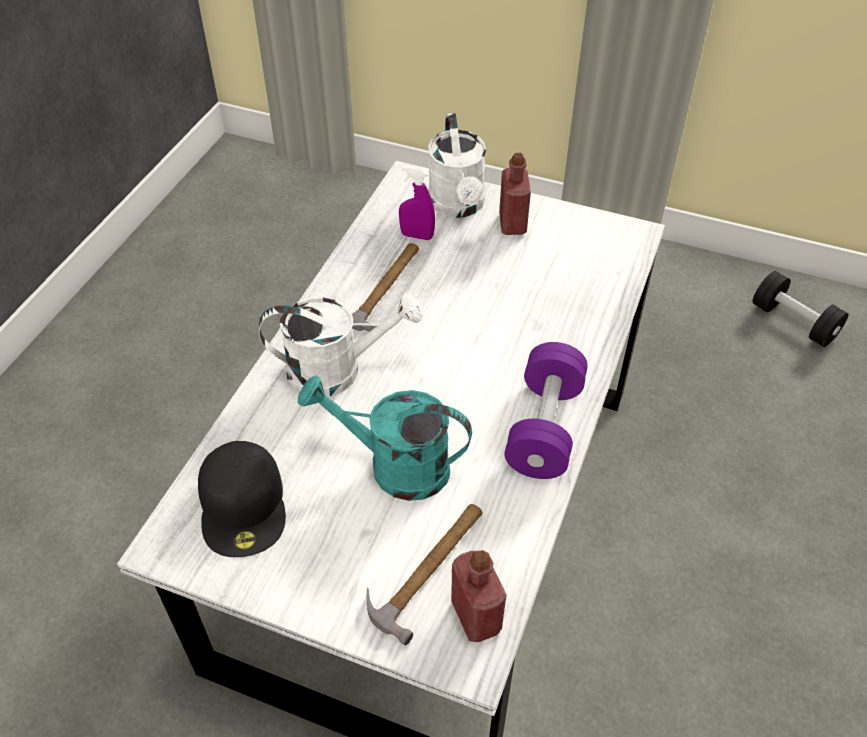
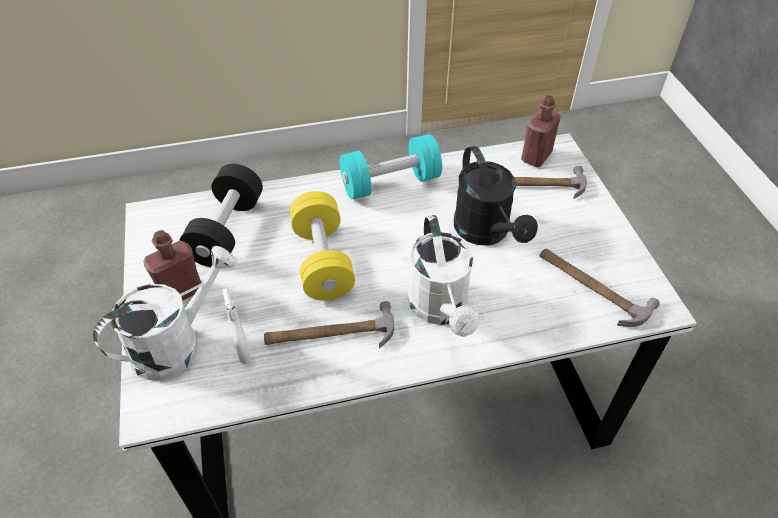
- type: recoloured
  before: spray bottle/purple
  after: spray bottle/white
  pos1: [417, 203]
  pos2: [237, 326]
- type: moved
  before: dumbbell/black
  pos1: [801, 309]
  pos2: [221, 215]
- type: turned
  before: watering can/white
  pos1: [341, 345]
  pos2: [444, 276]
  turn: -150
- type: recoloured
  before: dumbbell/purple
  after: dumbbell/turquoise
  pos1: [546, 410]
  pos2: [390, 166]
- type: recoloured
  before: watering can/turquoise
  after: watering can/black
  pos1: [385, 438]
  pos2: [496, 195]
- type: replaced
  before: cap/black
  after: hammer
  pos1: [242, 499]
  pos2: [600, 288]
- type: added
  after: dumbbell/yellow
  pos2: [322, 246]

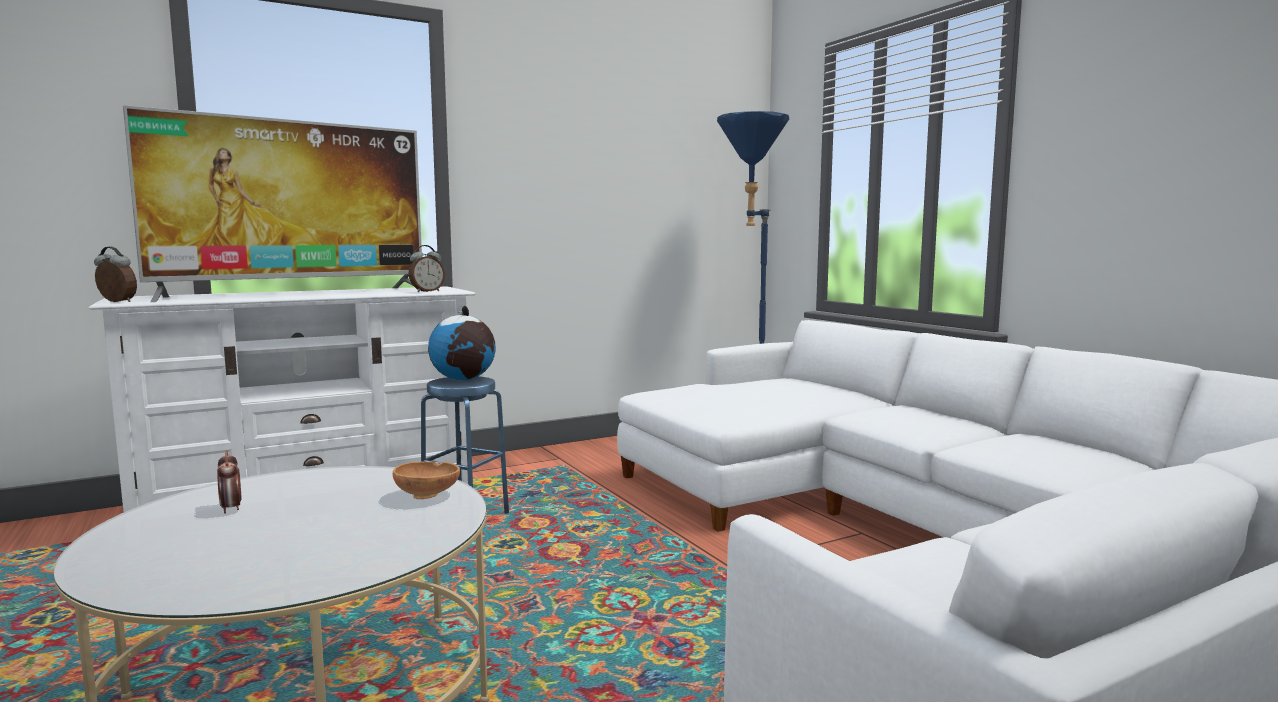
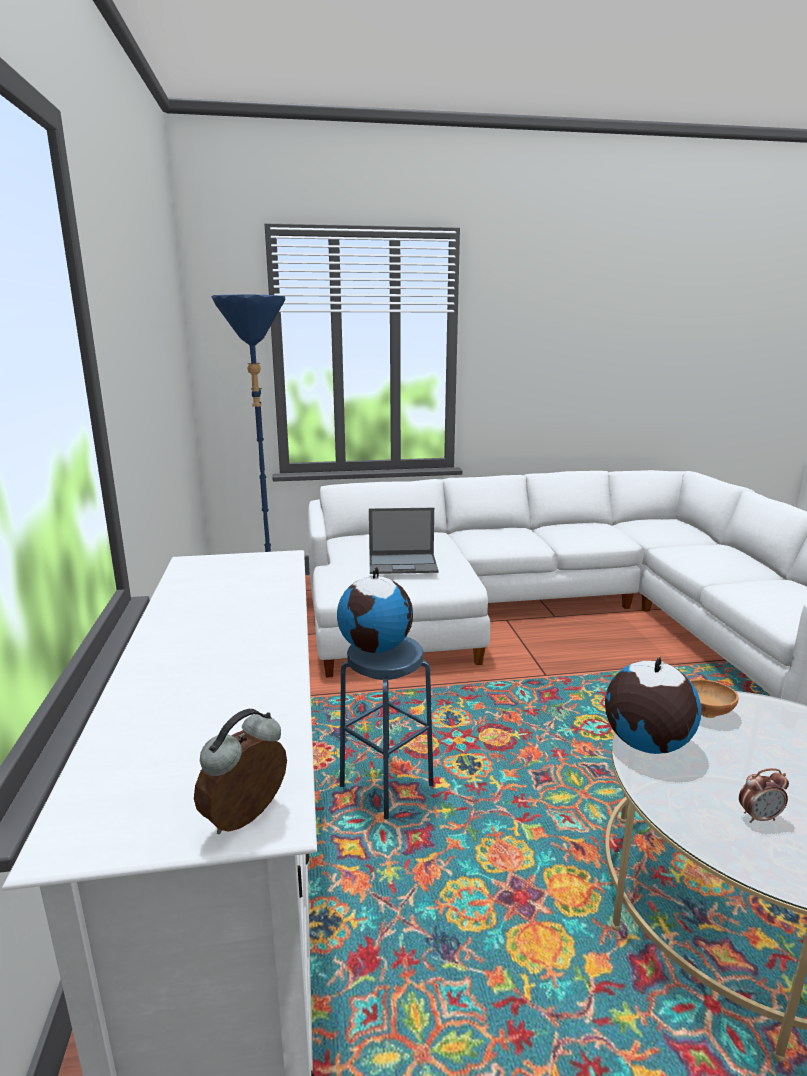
- type: removed
  before: television
  pos1: [272, 203]
- type: removed
  before: alarm clock
  pos1: [426, 268]
- type: added
  after: laptop
  pos2: [403, 541]
- type: added
  after: globe
  pos2: [653, 705]

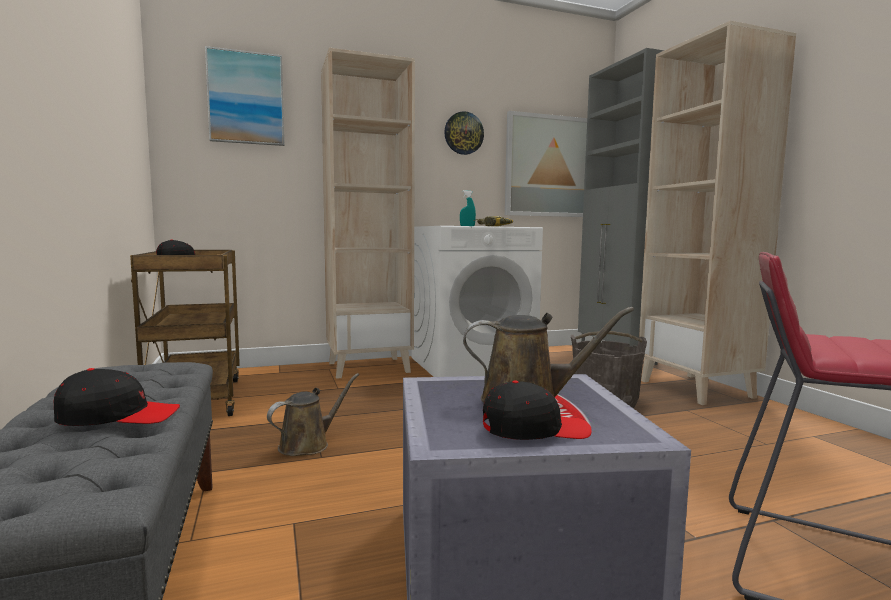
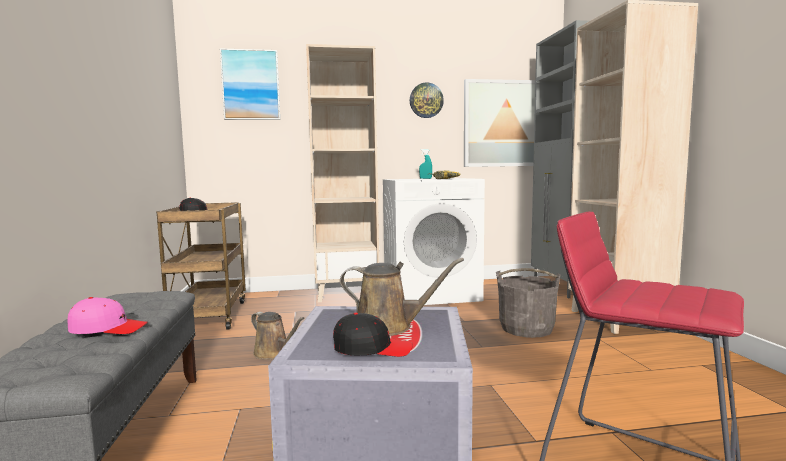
- type: recoloured
  before: cap/black
  after: cap/pink
  pos1: [117, 397]
  pos2: [108, 315]
- type: turned
  before: watering can/brown
  pos1: [313, 414]
  pos2: [278, 336]
  turn: 75

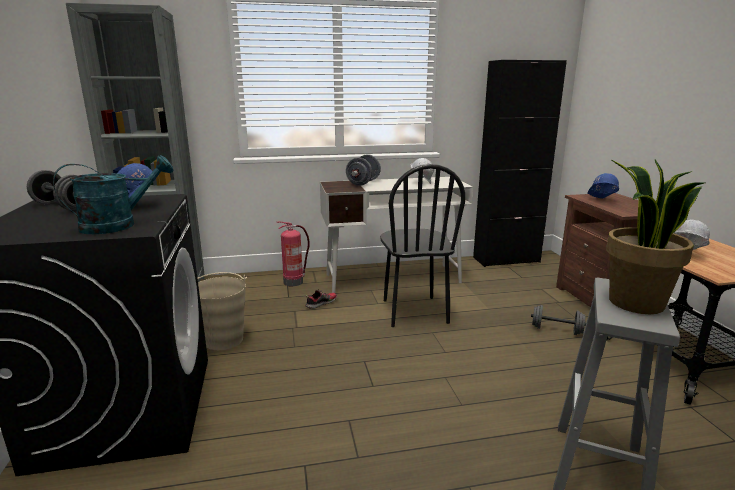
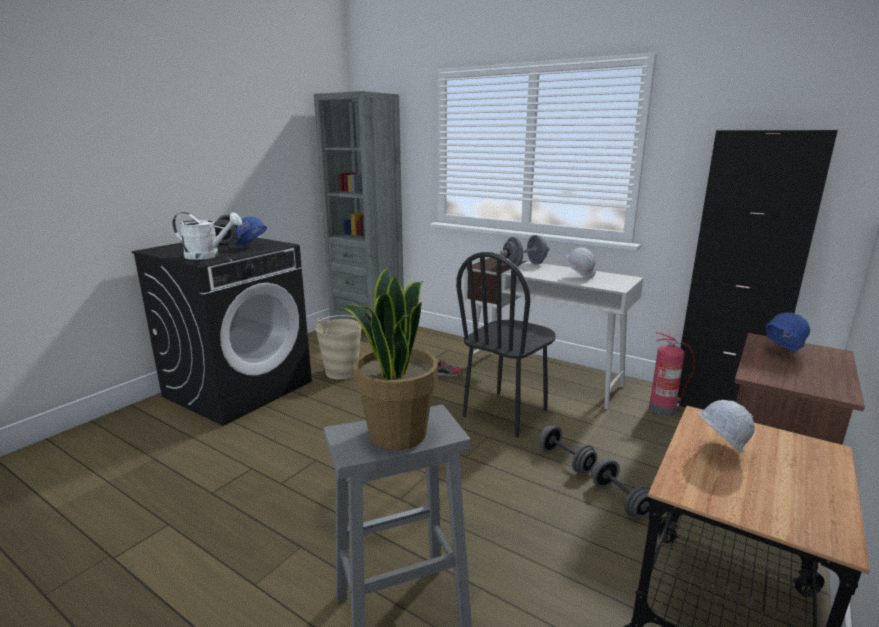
- type: recoloured
  before: watering can/turquoise
  after: watering can/white
  pos1: [113, 194]
  pos2: [207, 236]
- type: moved
  before: fire extinguisher
  pos1: [293, 253]
  pos2: [672, 374]
- type: added
  after: dumbbell/grey
  pos2: [568, 449]

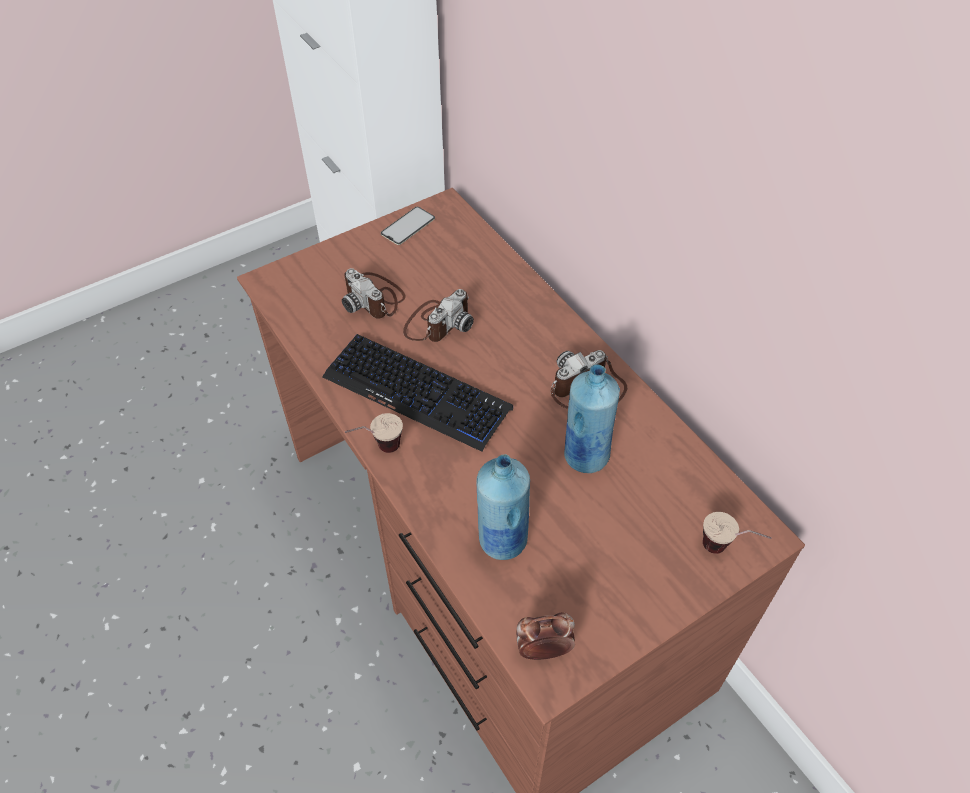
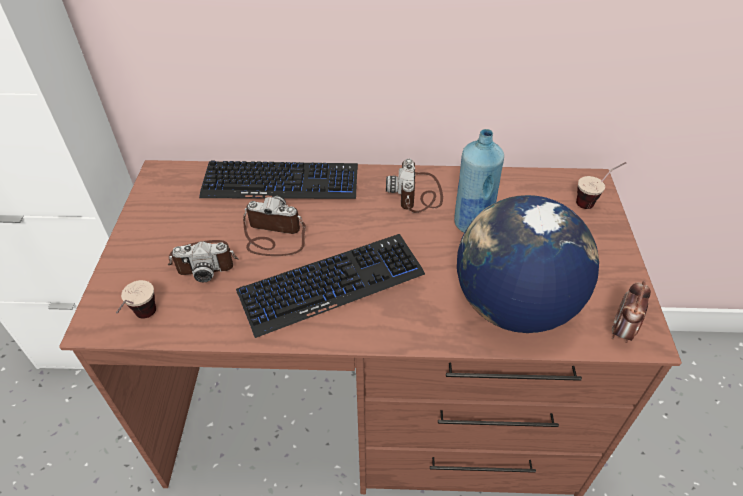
- type: removed
  before: phone
  pos1: [408, 226]
- type: turned
  before: photo camera
  pos1: [438, 315]
  pos2: [274, 226]
  turn: -60
- type: moved
  before: cup
  pos1: [374, 433]
  pos2: [136, 299]
- type: replaced
  before: bottle/blue
  after: globe
  pos1: [503, 507]
  pos2: [528, 264]
- type: added
  after: keyboard
  pos2: [278, 180]

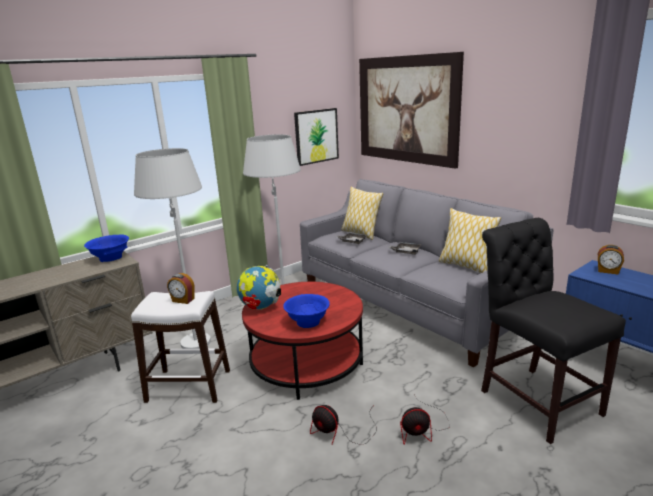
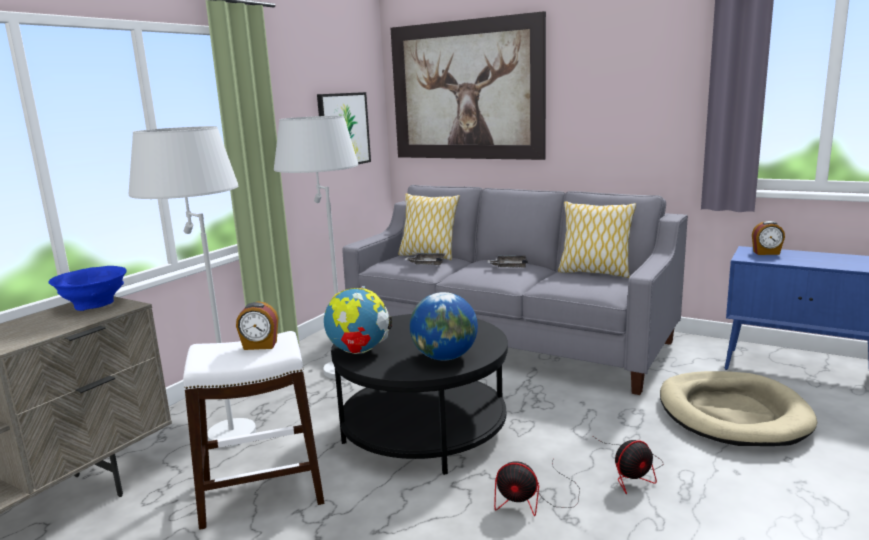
- type: replaced
  before: chair/black
  after: dog bed/beige
  pos1: [553, 331]
  pos2: [738, 408]
- type: recoloured
  before: coffee table/red
  after: coffee table/black
  pos1: [302, 341]
  pos2: [419, 394]
- type: replaced
  before: bowl/blue
  after: globe
  pos1: [306, 311]
  pos2: [444, 326]

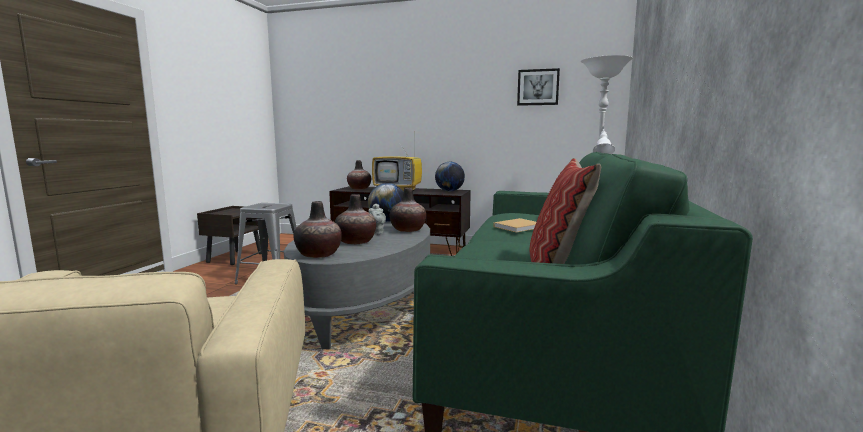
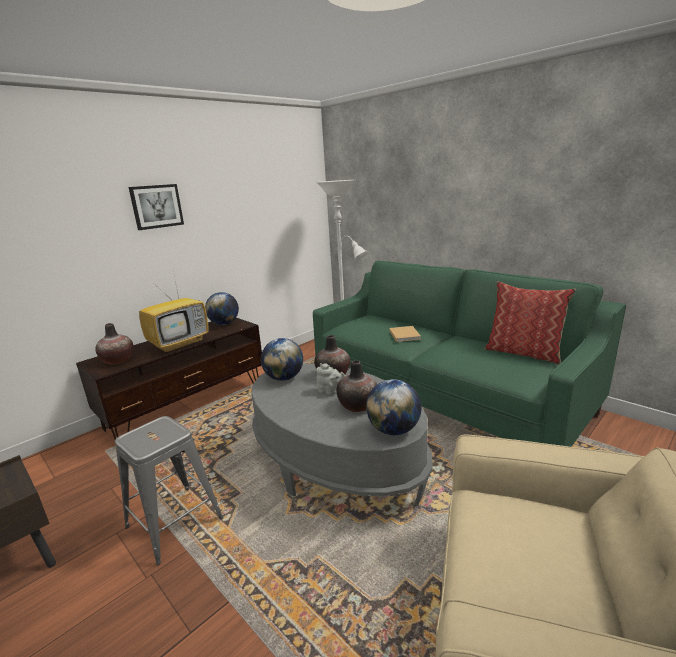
- type: moved
  before: picture
  pos1: [538, 87]
  pos2: [156, 207]
- type: replaced
  before: vase
  after: globe
  pos1: [318, 229]
  pos2: [393, 407]

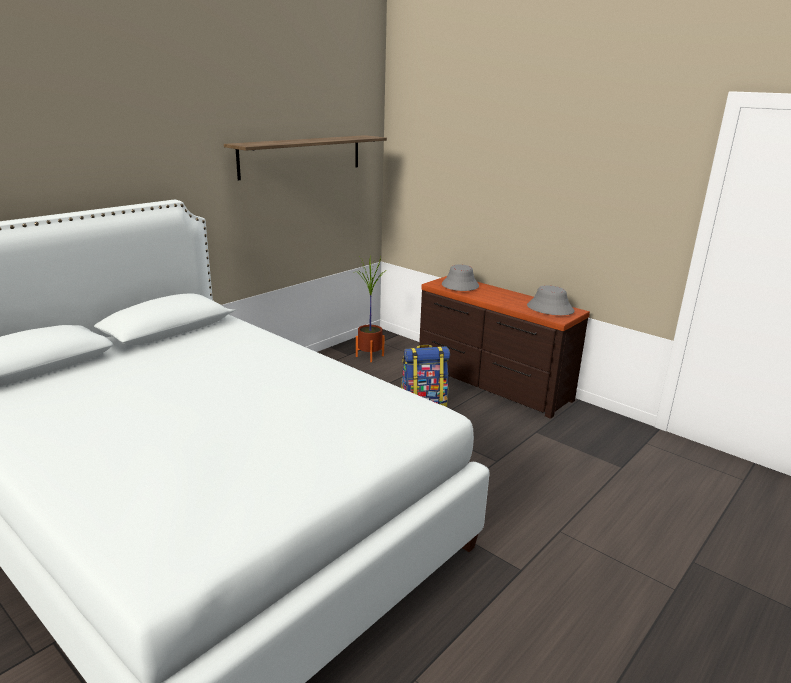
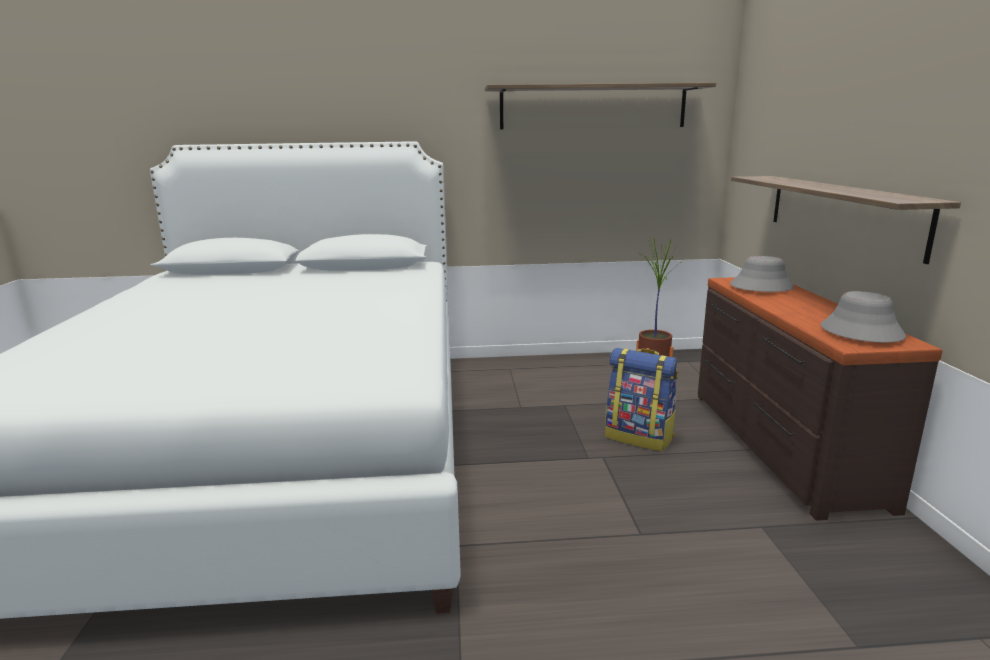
- type: added
  after: shelf
  pos2: [846, 220]

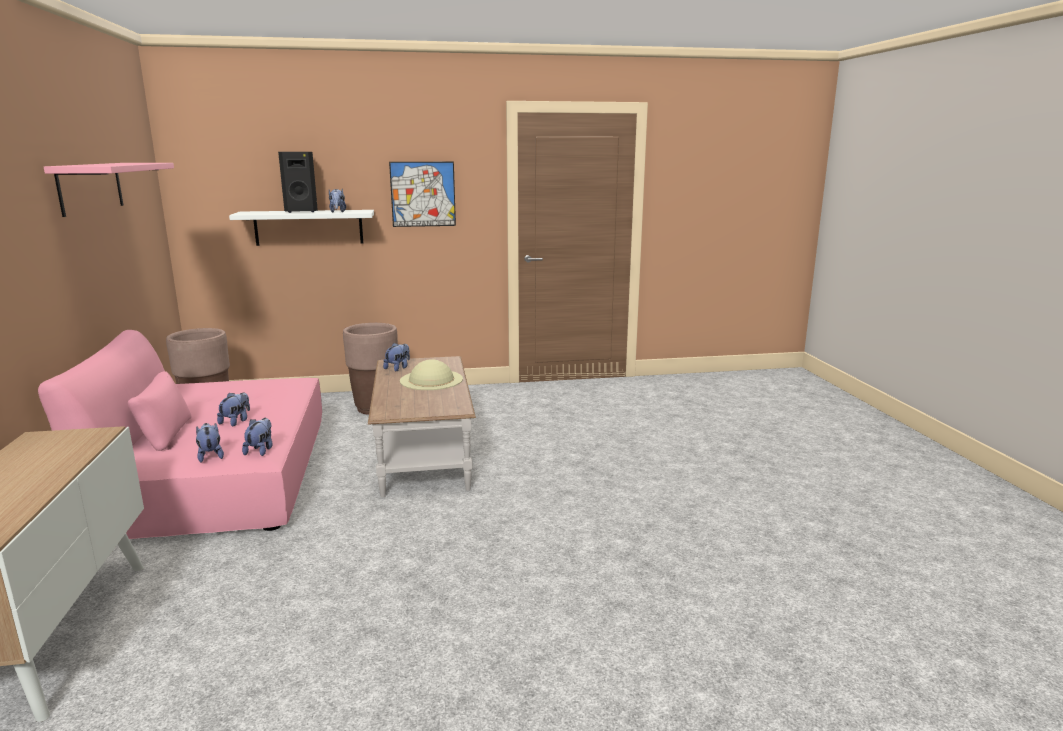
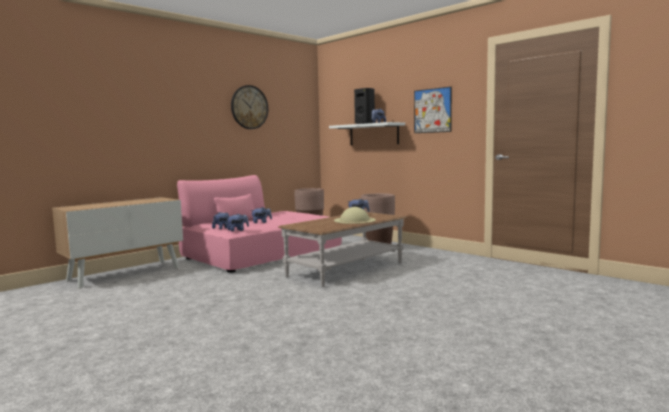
- type: replaced
  before: shelf/pink
  after: wall clock
  pos1: [109, 190]
  pos2: [249, 107]

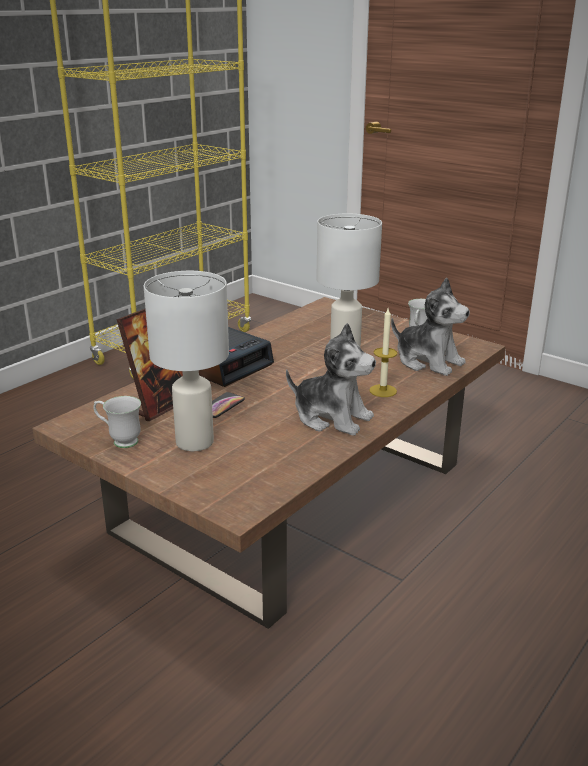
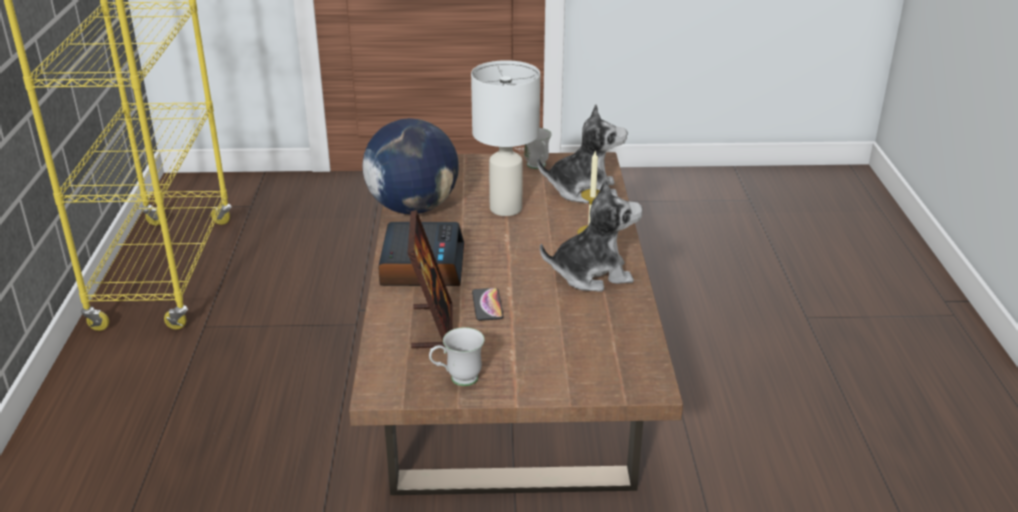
- type: removed
  before: table lamp/white
  pos1: [186, 361]
- type: added
  after: globe
  pos2: [410, 166]

